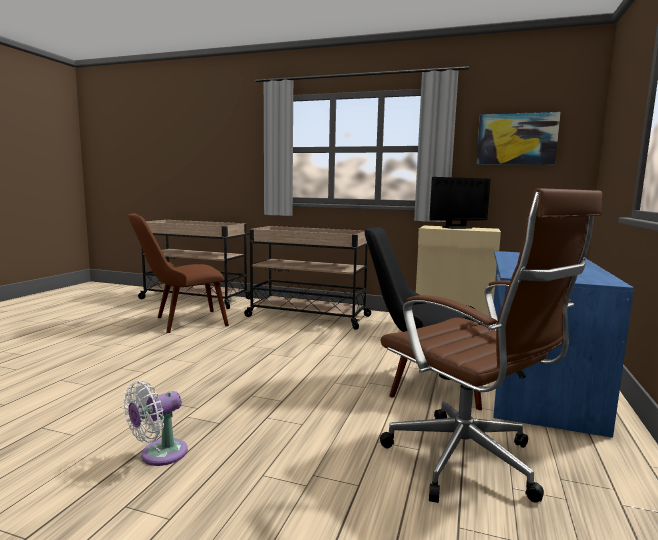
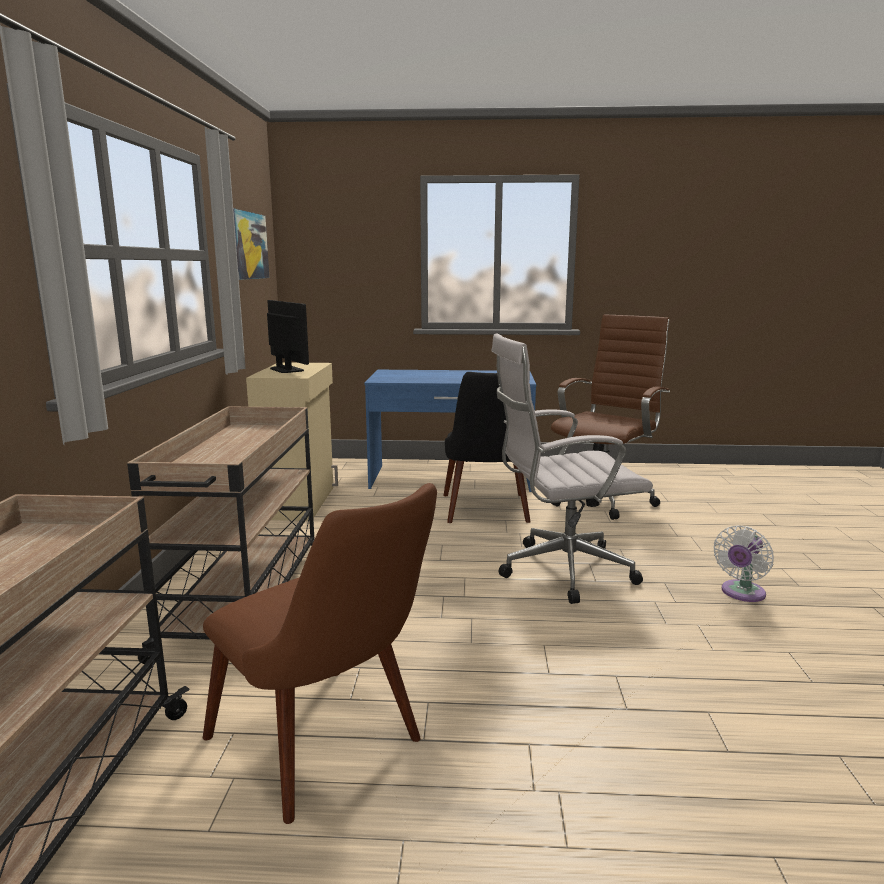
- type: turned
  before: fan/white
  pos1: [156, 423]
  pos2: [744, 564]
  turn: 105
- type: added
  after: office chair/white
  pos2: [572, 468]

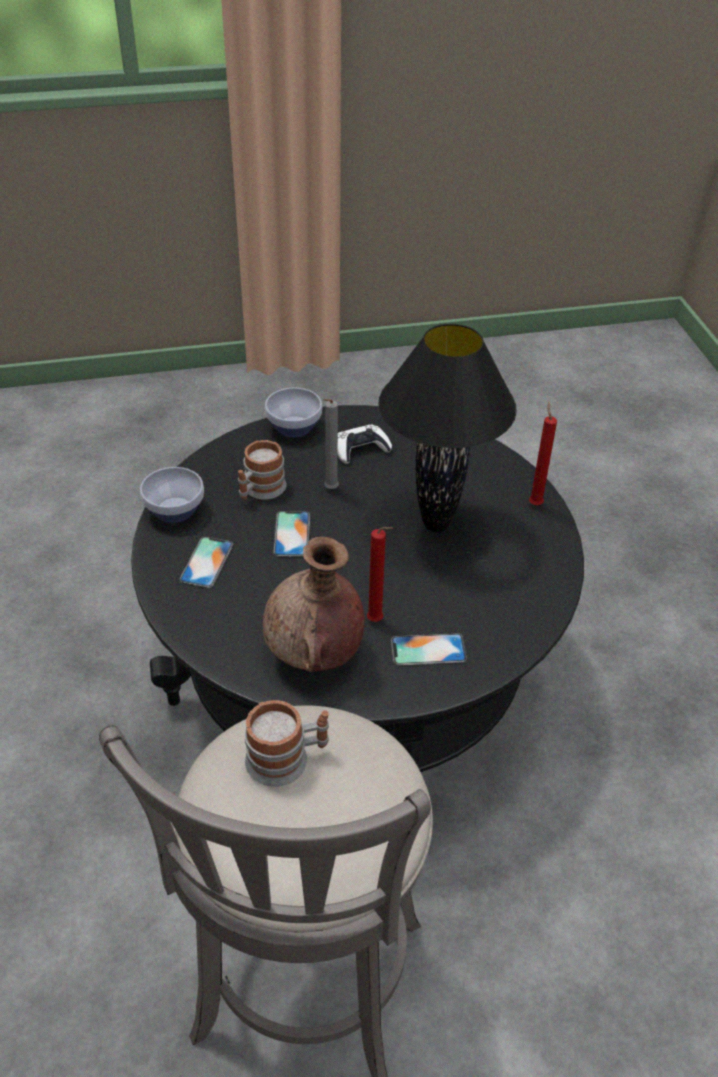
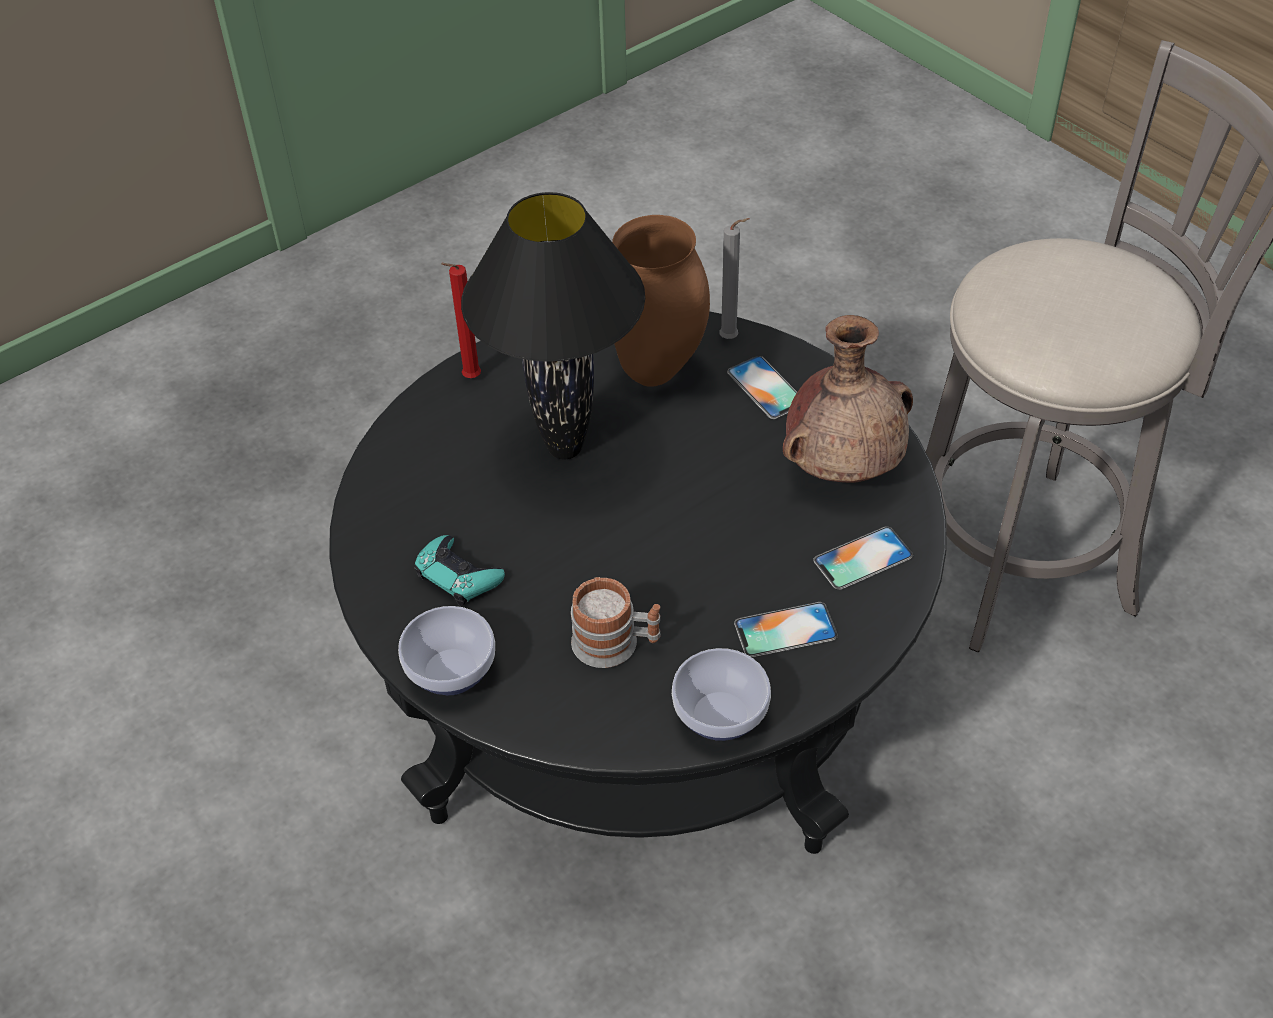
- type: moved
  before: candle/grey
  pos1: [331, 444]
  pos2: [734, 278]
- type: recoloured
  before: game controller/white
  after: game controller/turquoise
  pos1: [365, 444]
  pos2: [459, 570]
- type: moved
  before: phone
  pos1: [291, 534]
  pos2: [863, 558]
- type: removed
  before: candle/red
  pos1: [380, 574]
- type: removed
  before: mug
  pos1: [286, 743]
- type: added
  after: vase/brown
  pos2: [661, 301]

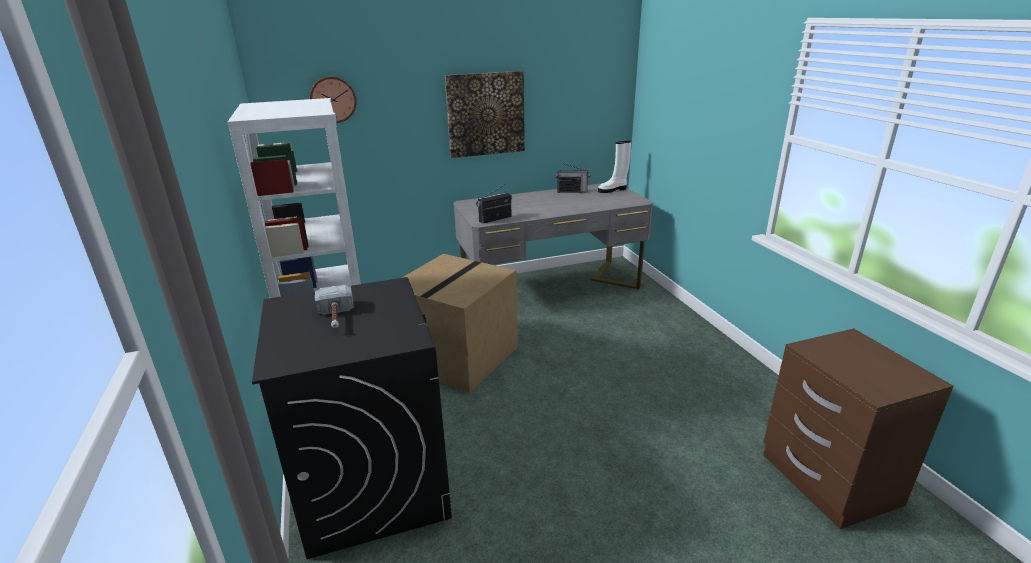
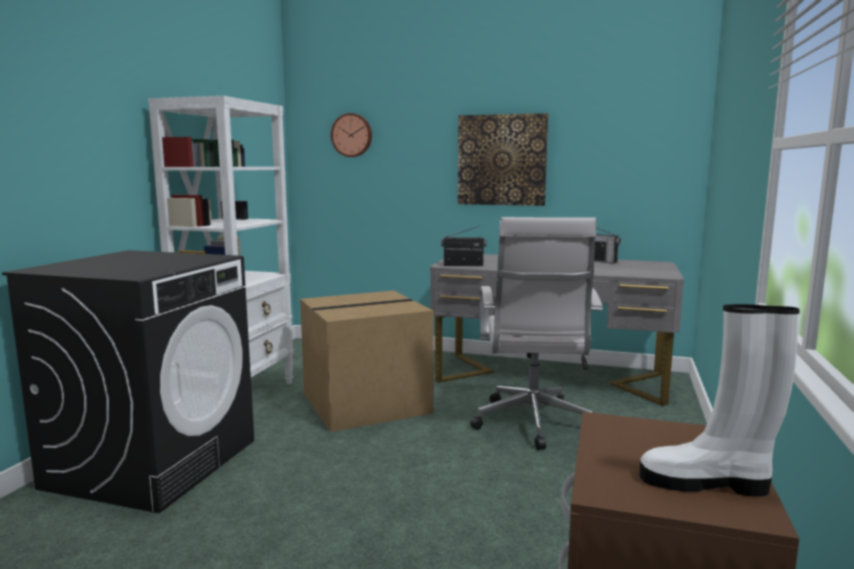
- type: moved
  before: boot/white
  pos1: [614, 167]
  pos2: [719, 400]
- type: removed
  before: hammer
  pos1: [334, 306]
- type: added
  after: office chair/white
  pos2: [536, 333]

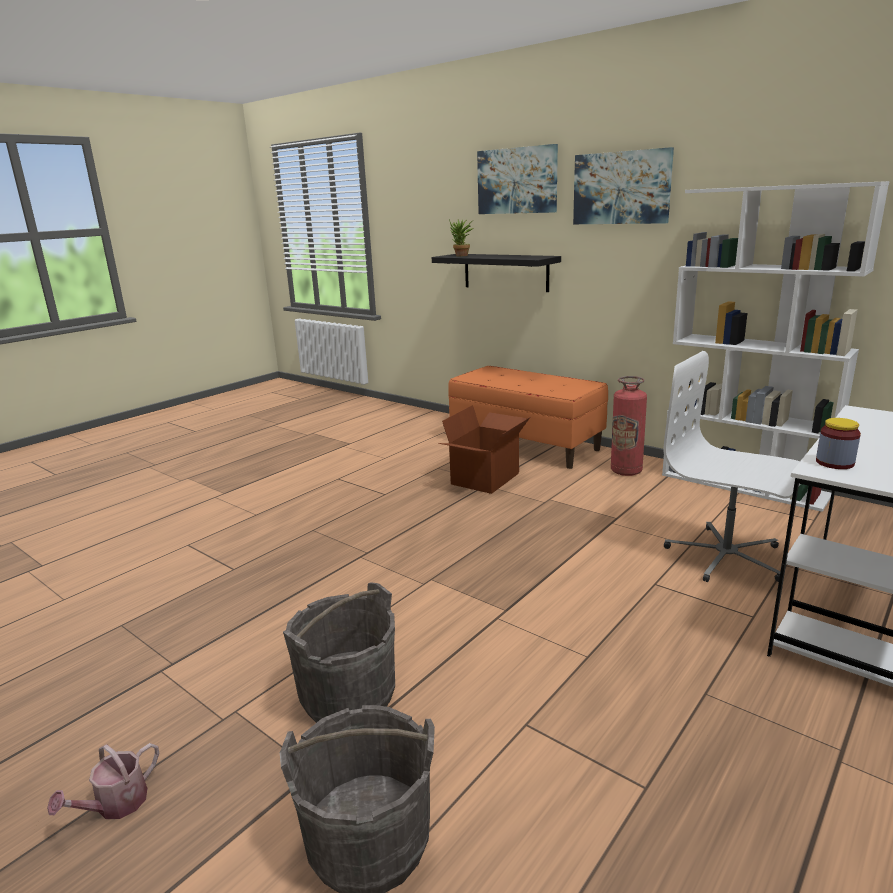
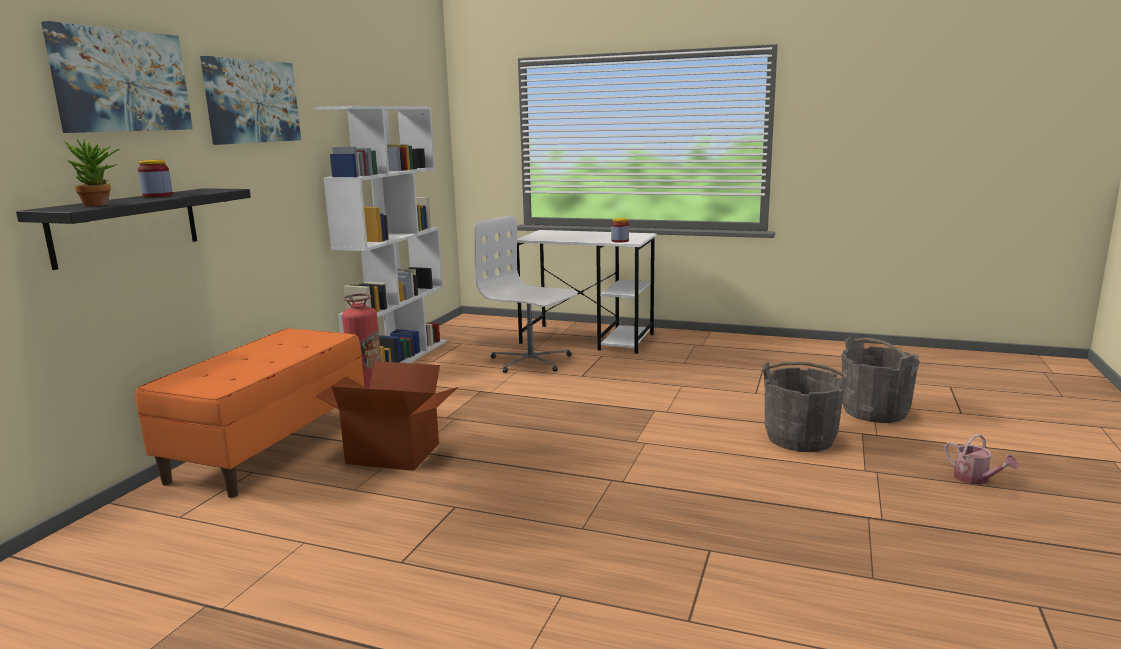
- type: turned
  before: office chair/white
  pos1: [732, 466]
  pos2: [526, 294]
  turn: 105
- type: turned
  before: watering can
  pos1: [103, 781]
  pos2: [981, 459]
  turn: 45
- type: added
  after: jar
  pos2: [155, 178]

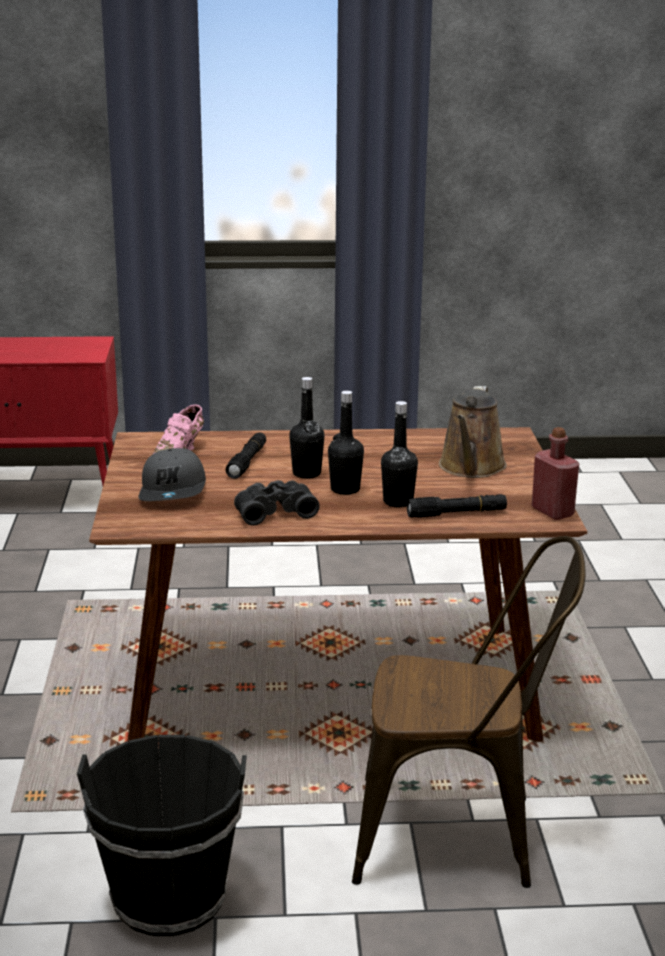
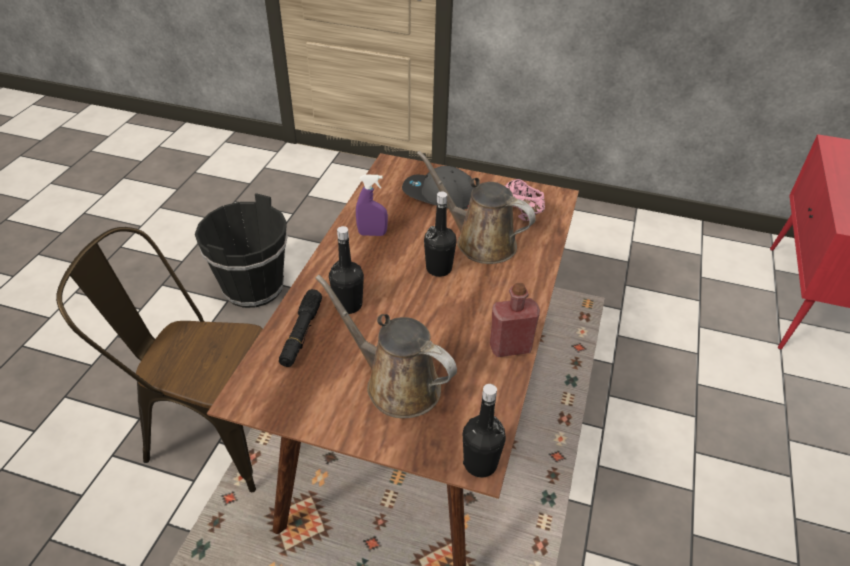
- type: moved
  before: bottle/black
  pos1: [346, 443]
  pos2: [484, 431]
- type: moved
  before: bottle/red
  pos1: [555, 473]
  pos2: [515, 319]
- type: replaced
  before: flashlight/black
  after: watering can/brown
  pos1: [246, 455]
  pos2: [476, 207]
- type: replaced
  before: binoculars/black
  after: spray bottle/purple
  pos1: [277, 503]
  pos2: [372, 205]
- type: turned
  before: chair/brown
  pos1: [469, 712]
  pos2: [159, 359]
  turn: 75

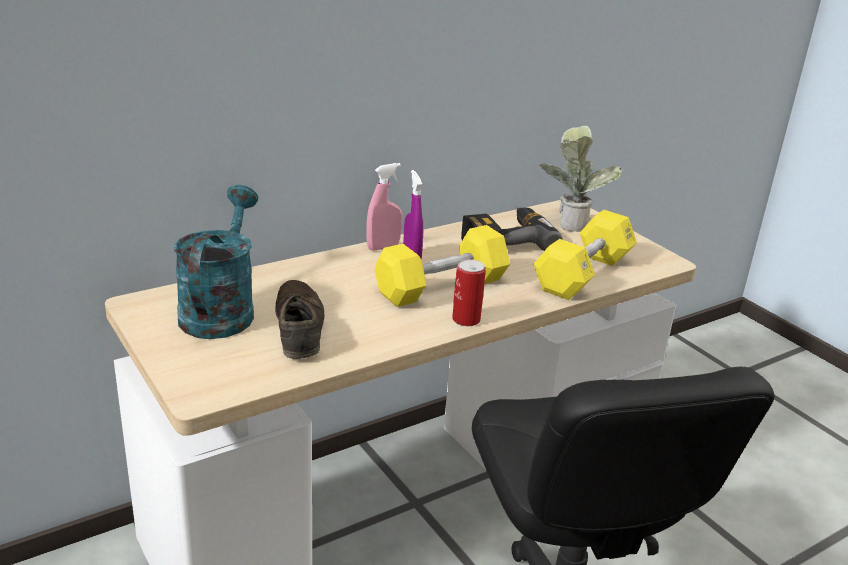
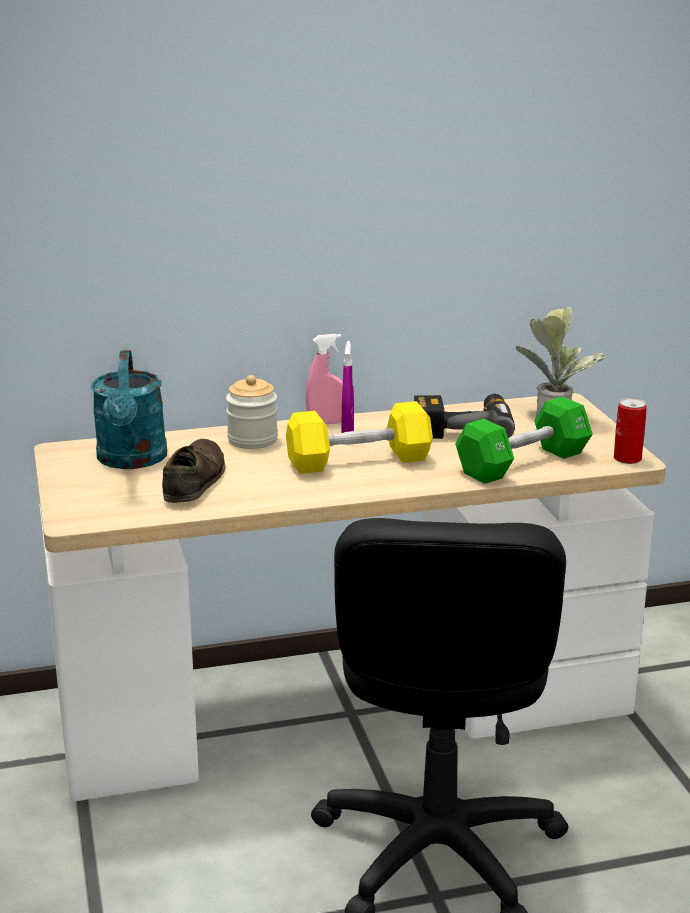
- type: turned
  before: watering can/turquoise
  pos1: [216, 262]
  pos2: [129, 409]
  turn: 150
- type: recoloured
  before: dumbbell/yellow
  after: dumbbell/green
  pos1: [585, 255]
  pos2: [524, 440]
- type: moved
  before: can
  pos1: [469, 292]
  pos2: [630, 431]
- type: added
  after: jar
  pos2: [252, 412]

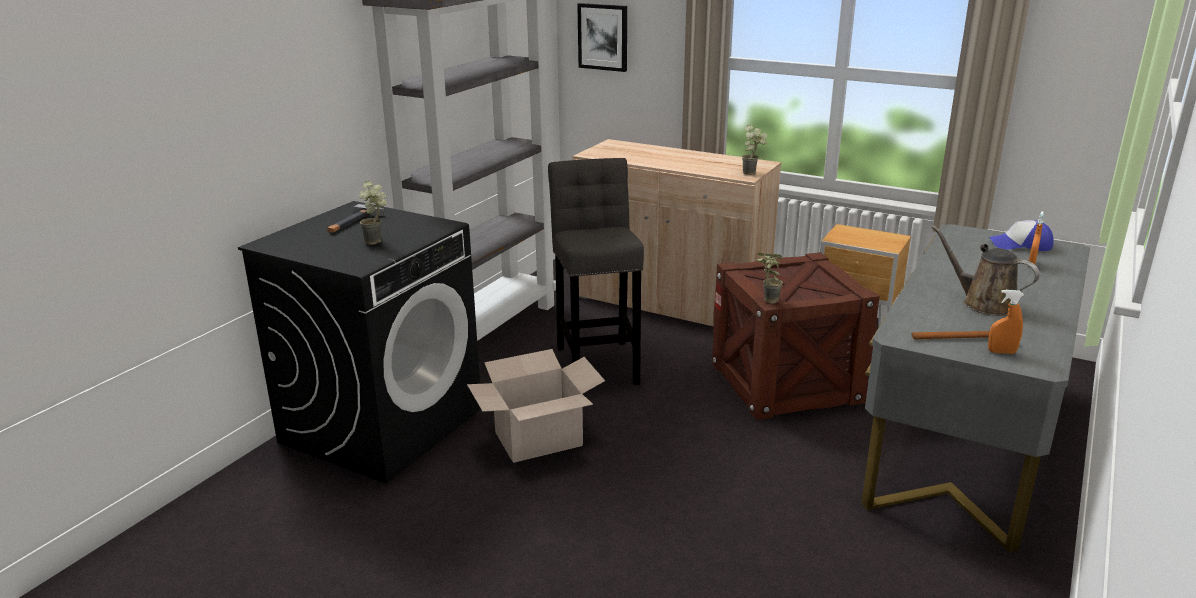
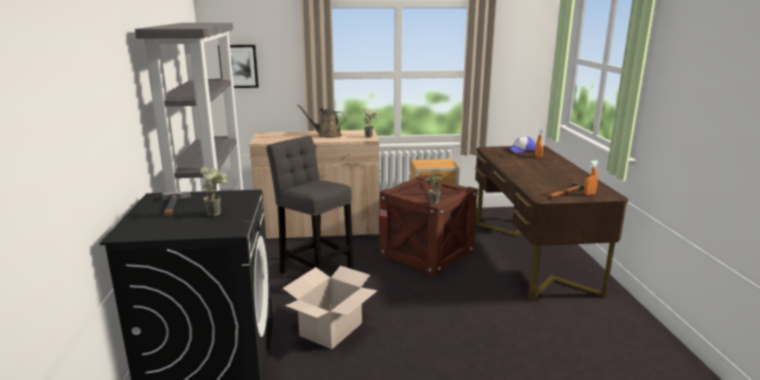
- type: recoloured
  before: desk/grey
  after: desk/brown
  pos1: [975, 388]
  pos2: [551, 223]
- type: moved
  before: watering can/brown
  pos1: [986, 270]
  pos2: [322, 121]

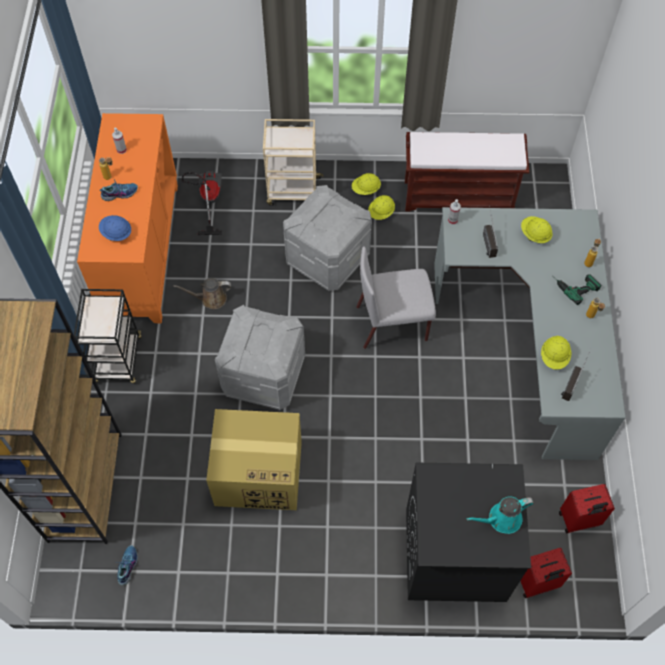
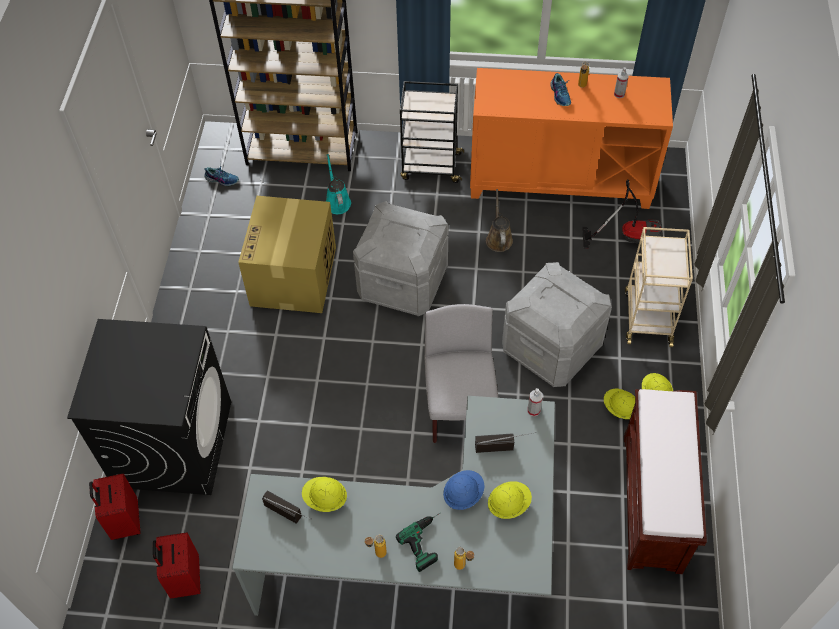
- type: moved
  before: hard hat/blue
  pos1: [115, 228]
  pos2: [463, 490]
- type: moved
  before: watering can/turquoise
  pos1: [500, 515]
  pos2: [338, 184]

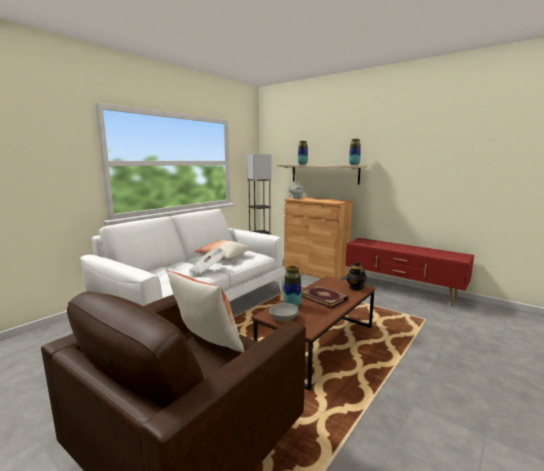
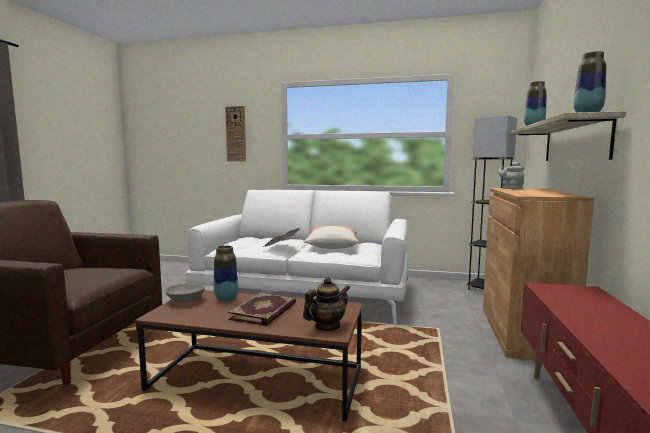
- type: removed
  before: pillow
  pos1: [205, 311]
- type: added
  after: wall clock
  pos2: [235, 133]

